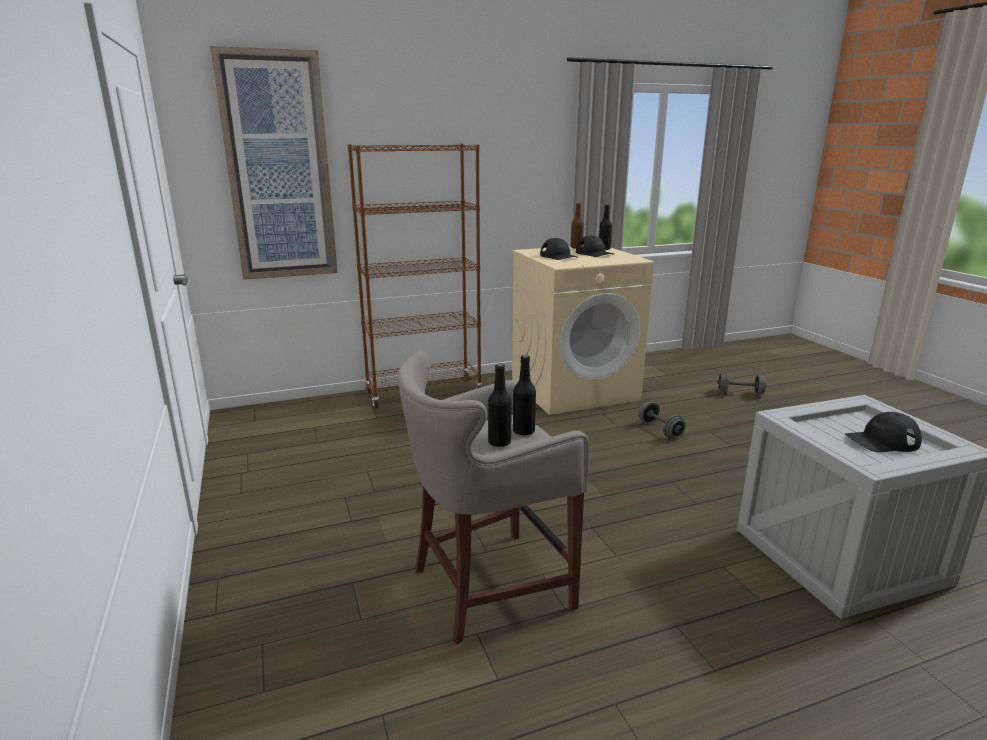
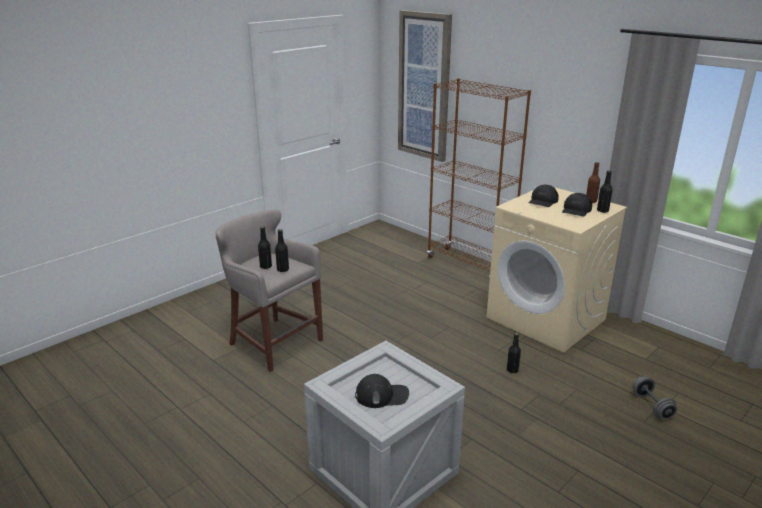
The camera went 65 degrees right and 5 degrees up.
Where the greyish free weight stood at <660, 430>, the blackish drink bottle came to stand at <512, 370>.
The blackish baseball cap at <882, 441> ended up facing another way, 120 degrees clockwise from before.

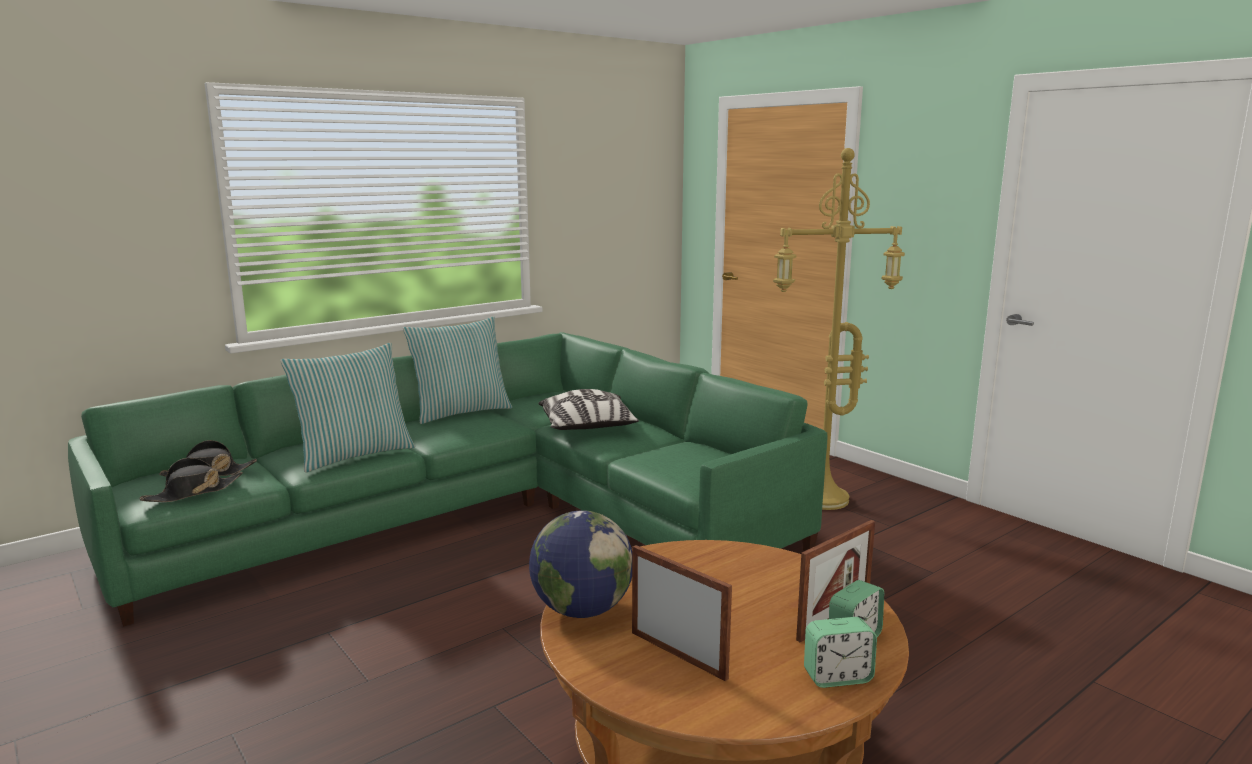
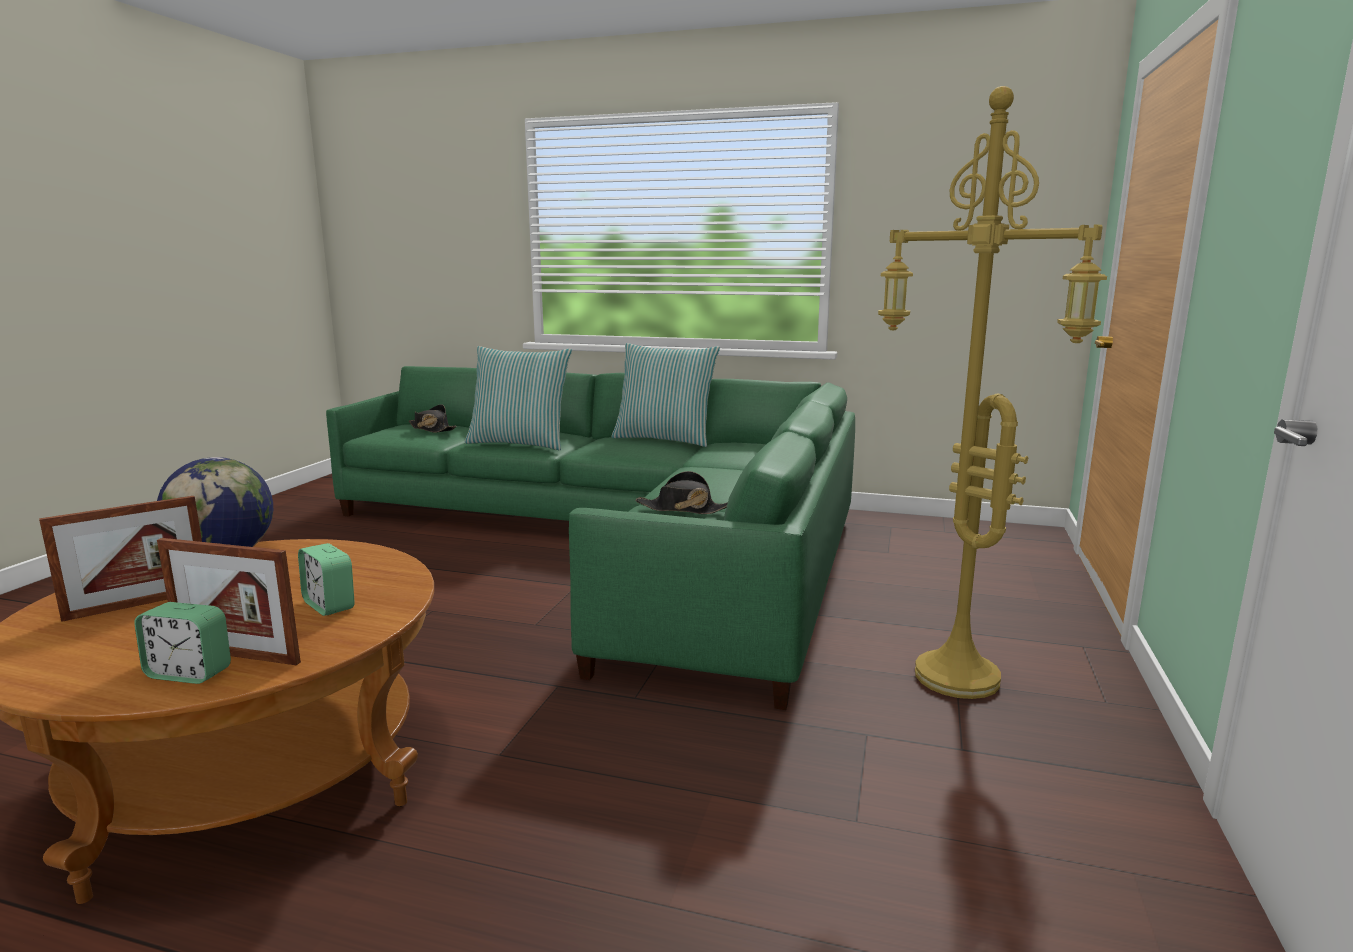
The camera went 55 degrees right and 0 degrees up.
The second view lost the cushion at <587, 427>.
The blackish wearable hat ended up elsewhere, having gone from <193, 492> to <684, 509>.
The table clock ended up elsewhere, having gone from <837, 677> to <329, 605>.
The standing frame at <678, 655> ended up facing another way, 45 degrees clockwise from before.

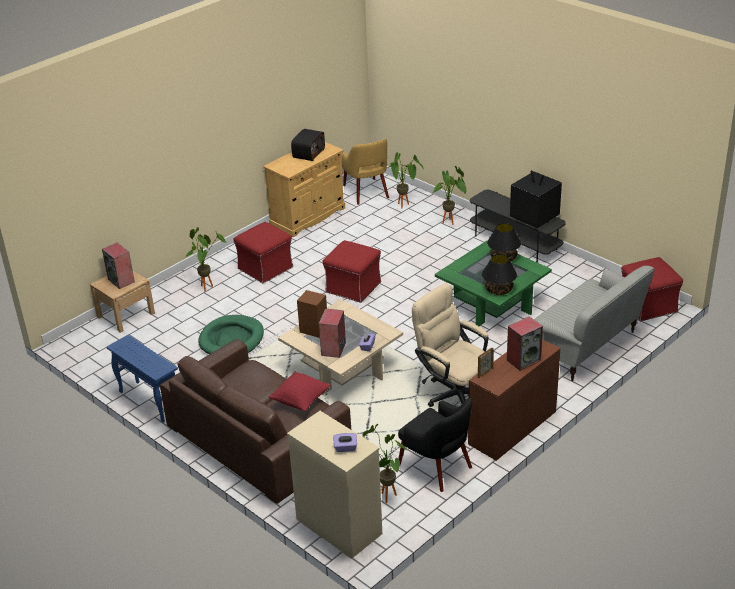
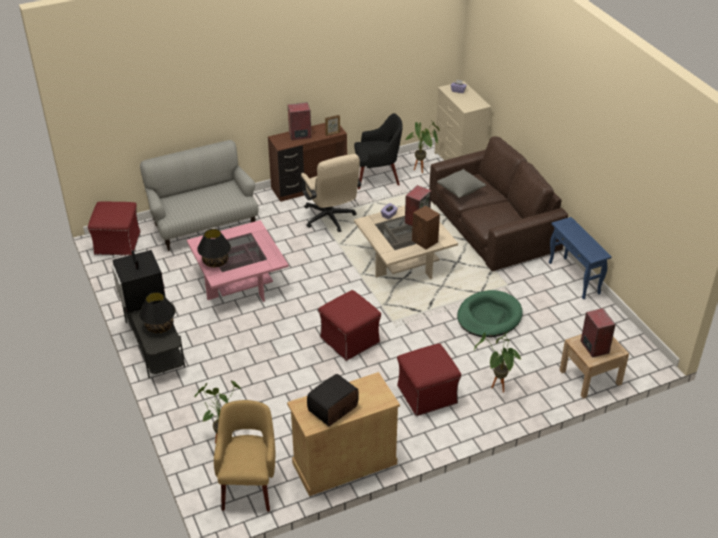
The camera went 160 degrees left and 5 degrees up.
The second view lost the plant in a pot at <451, 222>.
The blackish tabletop lamp ended up elsewhere, having gone from <498, 290> to <160, 326>.
What was the red cushion at <300, 401> turned into the greyish cushion at <460, 191>.
What was the green-coloured low table at <492, 305> turned into the pink-coloured low table at <239, 282>.
The blackish lounge chair at <436, 467> ended up facing another way, 105 degrees clockwise from before.

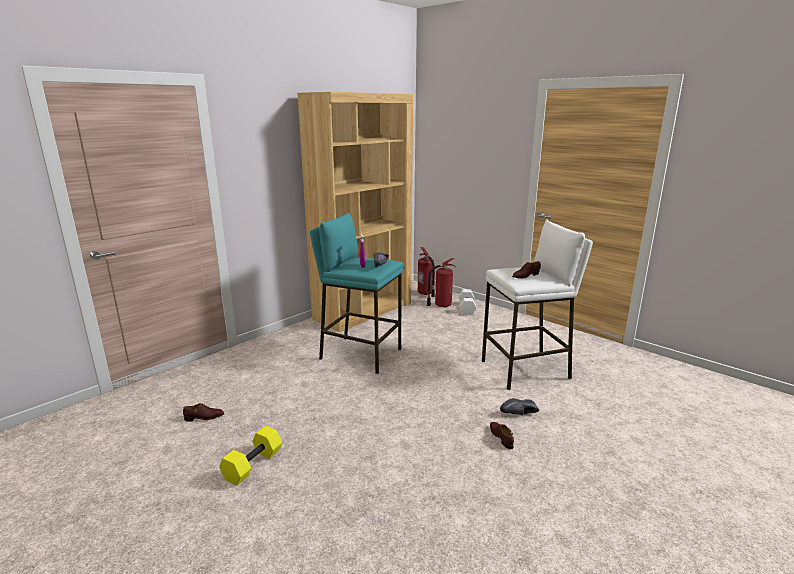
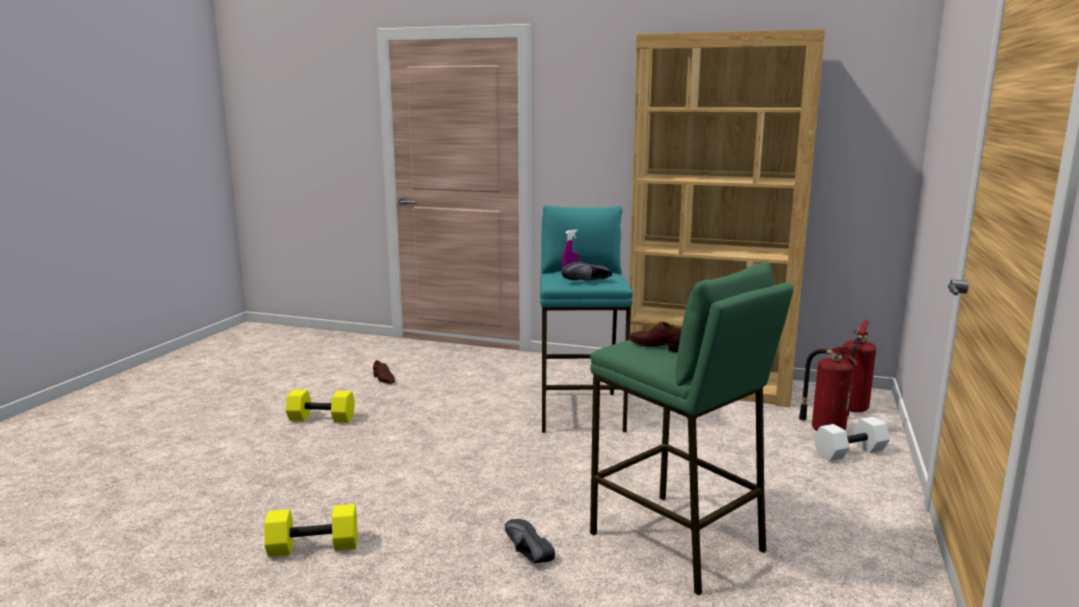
The camera went 65 degrees right and 5 degrees down.
The second view lost the brown item of footwear at <501, 437>.
The second view gained the yellow free weight at <314, 546>.
What was the whitish stool at <526, 370> turned into the green-coloured stool at <677, 542>.

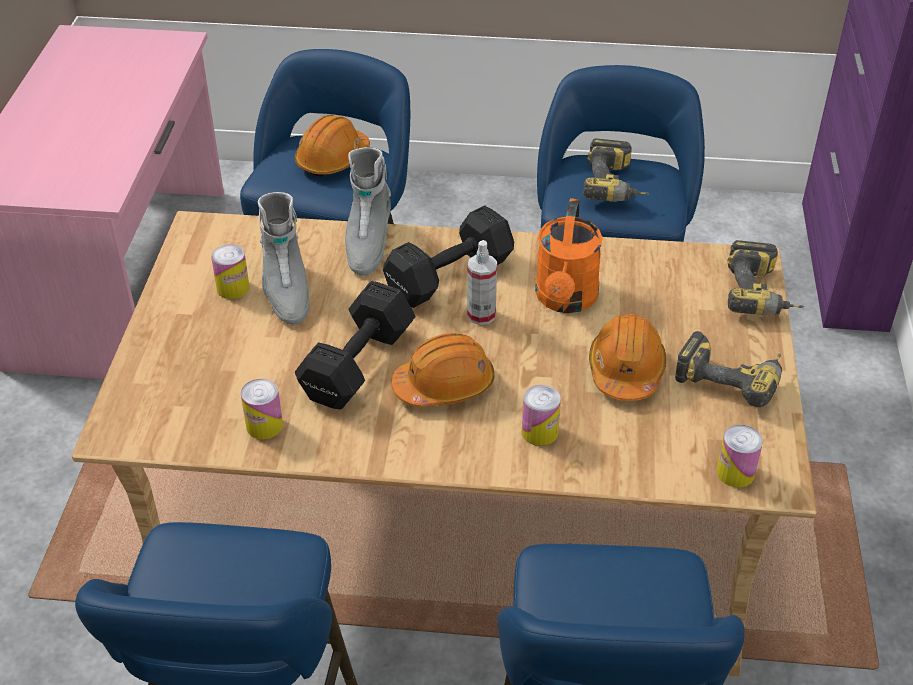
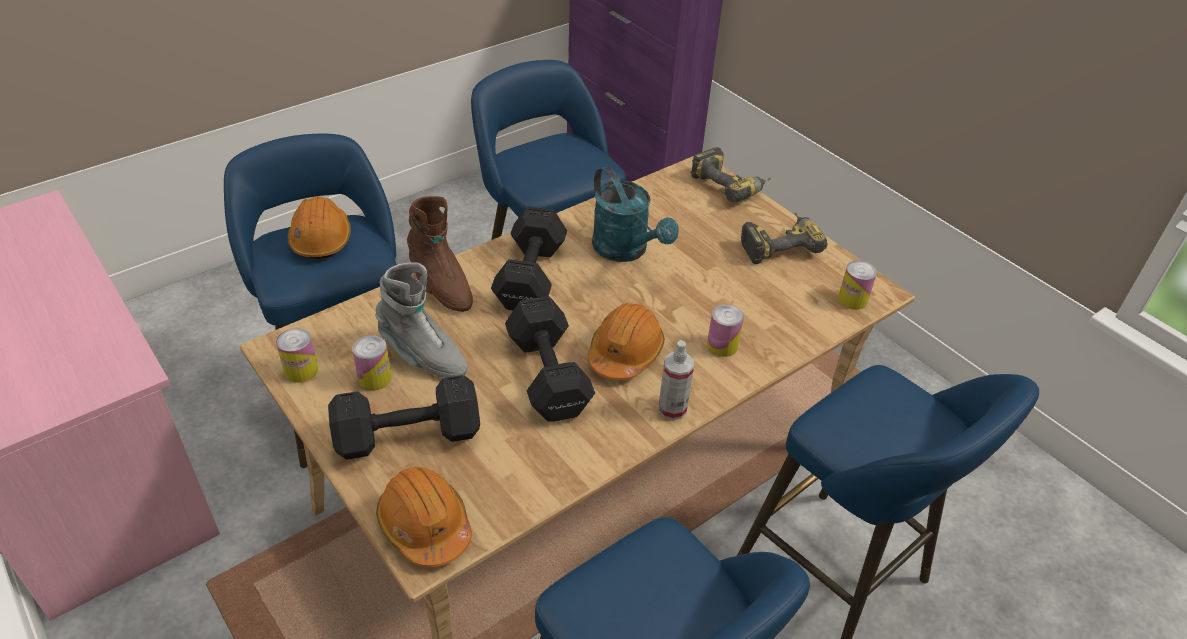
The camera went 45 degrees left and 0 degrees up.
The second view lost the power drill at <616, 186>.
The second view gained the blackish free weight at <411, 436>.
The sealed can ended up elsewhere, having gone from <264, 426> to <301, 370>.
The spray bottle ended up elsewhere, having gone from <481, 315> to <672, 409>.
The orangey work helmet ended up elsewhere, having gone from <626, 370> to <425, 525>.
What was the greyish high-top boot at <367, 244> turned into the brown high-top boot at <440, 286>.
What was the orangey watering can at <565, 300> turned into the turquoise-coloured watering can at <626, 251>.

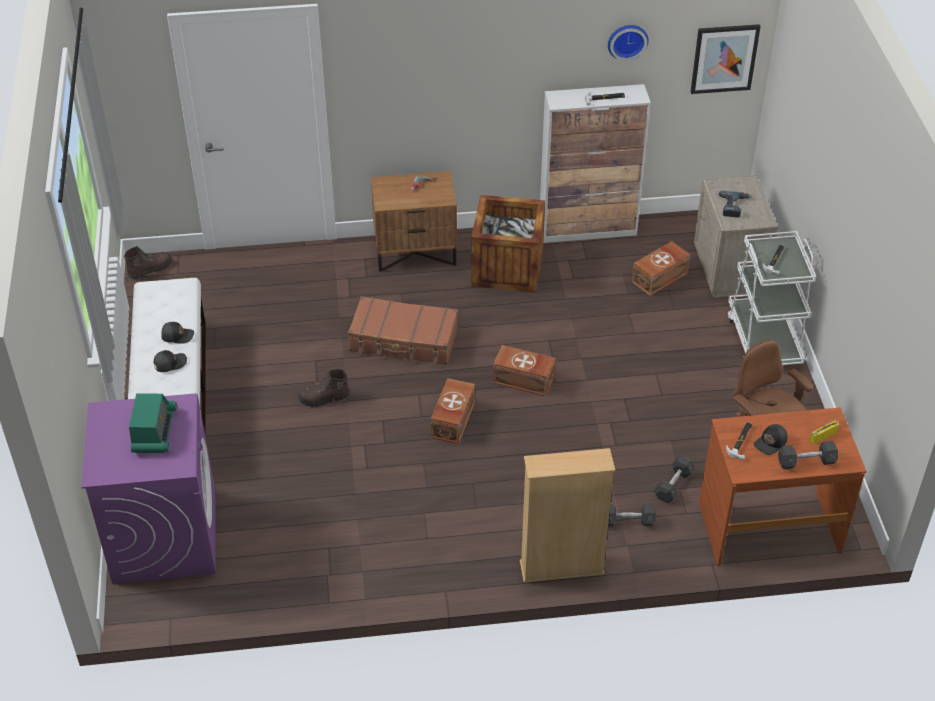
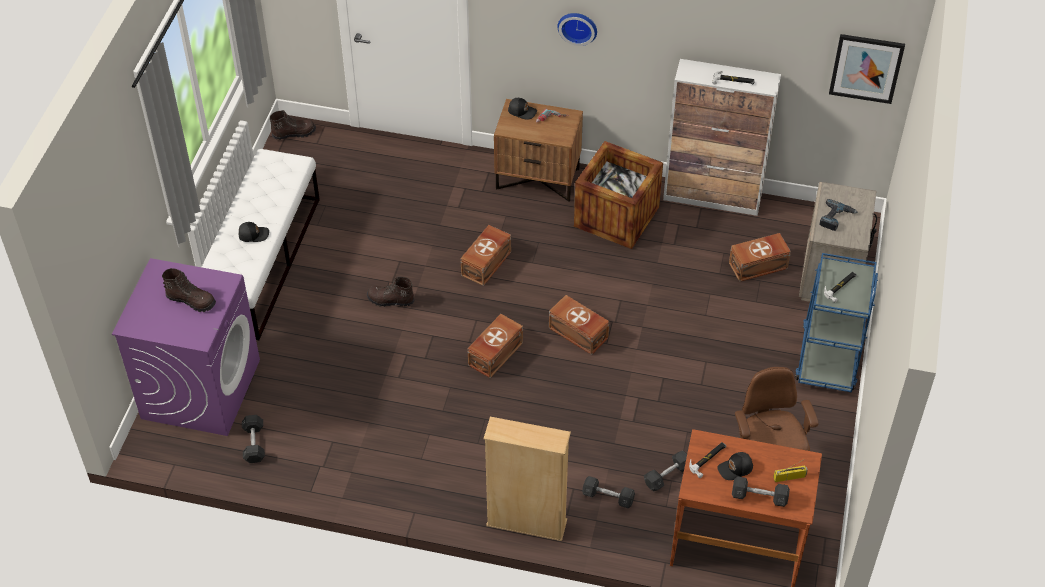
The camera went 20 degrees right and 5 degrees up.
The second view gained the greyish free weight at <254, 444>.
The blackish baseball cap ended up elsewhere, having gone from <177, 335> to <522, 111>.
The hanging clock ended up elsewhere, having gone from <627, 40> to <578, 26>.
Where the radio stood at <154, 431>, the brown high-top boot came to stand at <191, 300>.
Where the brown travel case stood at <404, 340>, the brown storage container came to stand at <487, 263>.
What was the whitish trolley at <763, 339> turned into the blue trolley at <828, 356>.

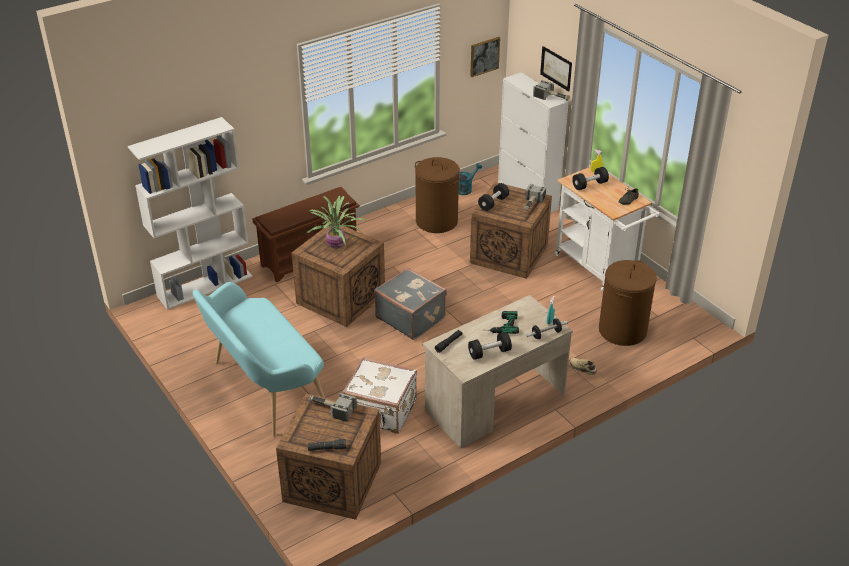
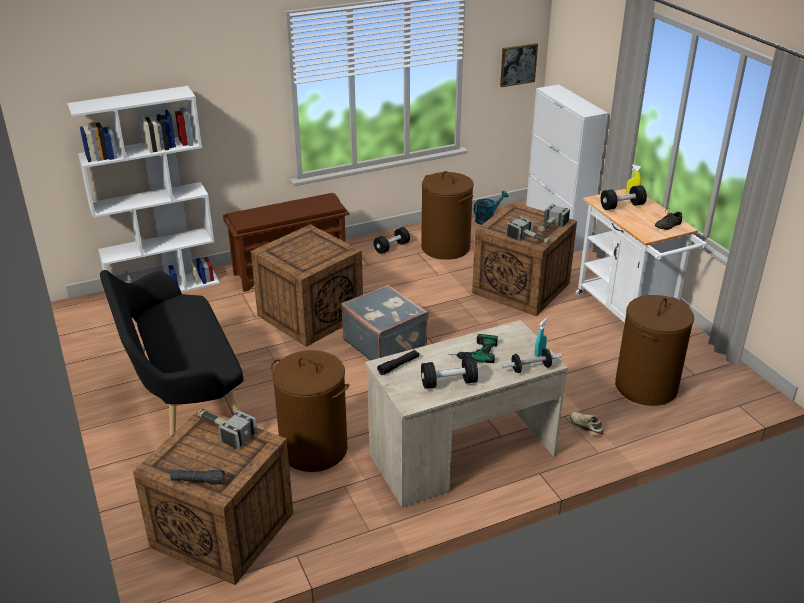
The camera went 10 degrees right and 5 degrees down.
The second view lost the plant in a pot at <335, 245>.
The second view lost the wall picture at <556, 68>.
The blackish free weight ended up elsewhere, having gone from <493, 203> to <391, 247>.
The tool hammer ended up elsewhere, having gone from <552, 98> to <529, 239>.
Where the whitish travel case stood at <381, 412>, the brown hamper came to stand at <314, 449>.
What was the turquoise-coloured bench at <264, 389> turned into the blackish bench at <183, 405>.

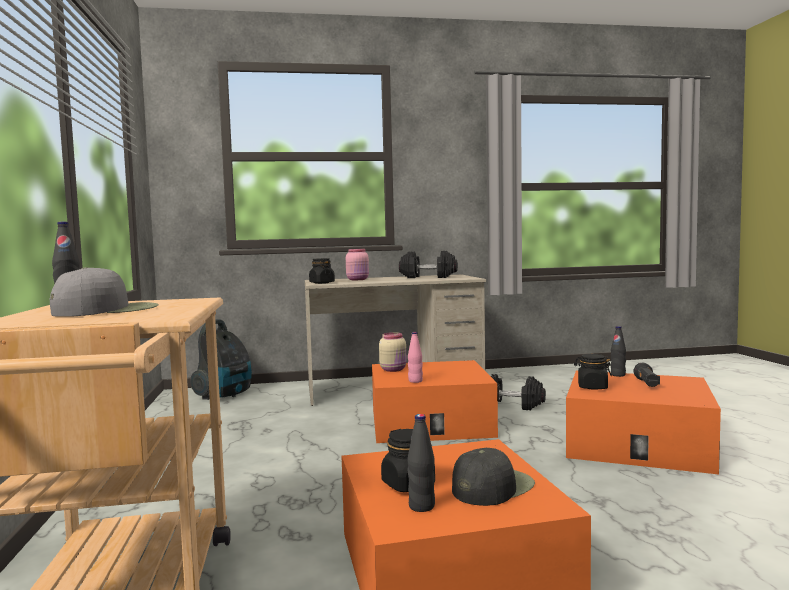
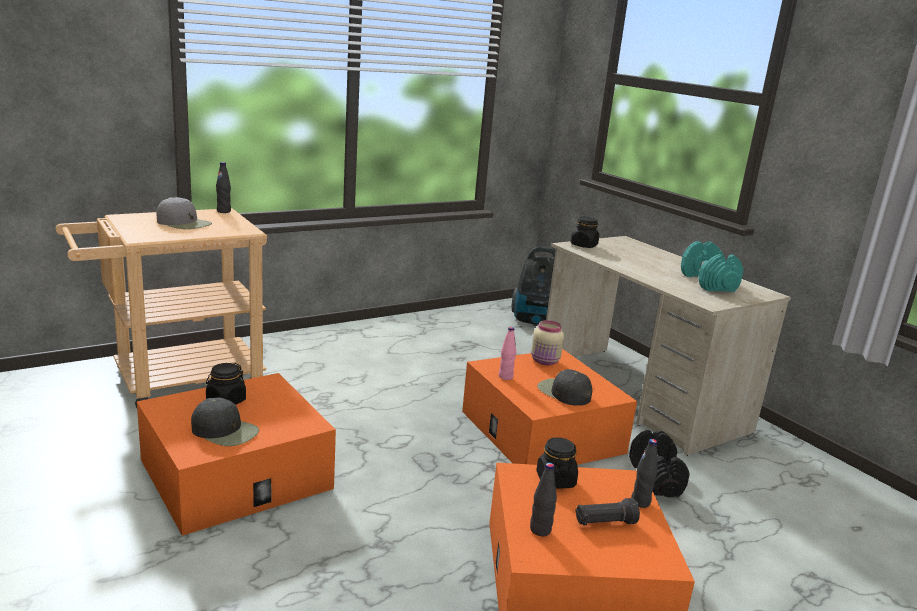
The camera went 65 degrees right and 15 degrees up.
The second view lost the pink-coloured jar at <358, 279>.
The second view gained the blackish baseball cap at <563, 392>.
The blackish drink bottle ended up elsewhere, having gone from <422, 506> to <540, 530>.
What was the blackish free weight at <428, 277> turned into the turquoise-coloured free weight at <708, 282>.

